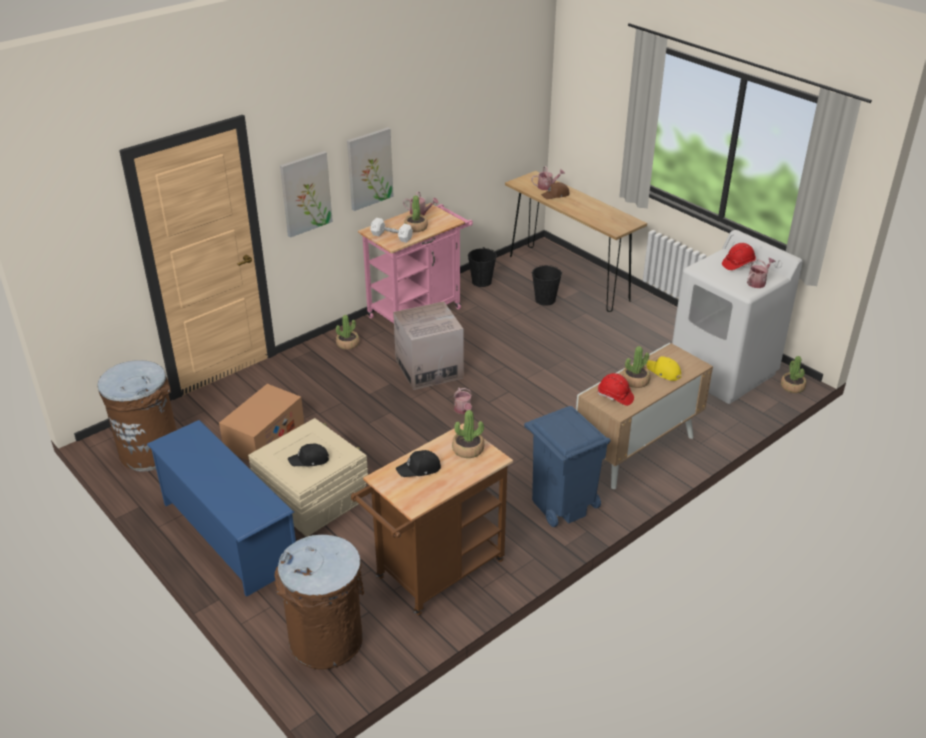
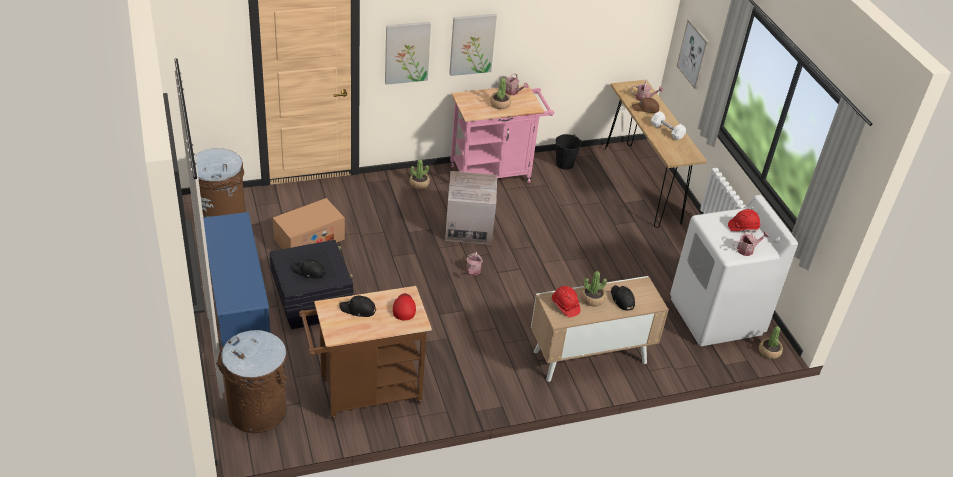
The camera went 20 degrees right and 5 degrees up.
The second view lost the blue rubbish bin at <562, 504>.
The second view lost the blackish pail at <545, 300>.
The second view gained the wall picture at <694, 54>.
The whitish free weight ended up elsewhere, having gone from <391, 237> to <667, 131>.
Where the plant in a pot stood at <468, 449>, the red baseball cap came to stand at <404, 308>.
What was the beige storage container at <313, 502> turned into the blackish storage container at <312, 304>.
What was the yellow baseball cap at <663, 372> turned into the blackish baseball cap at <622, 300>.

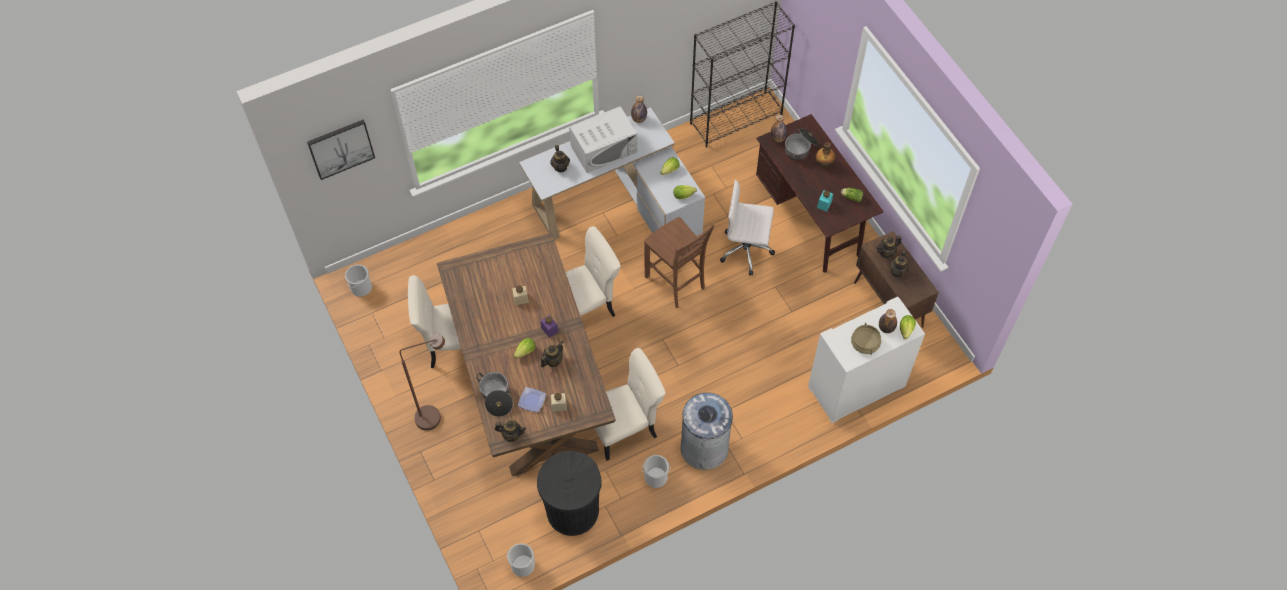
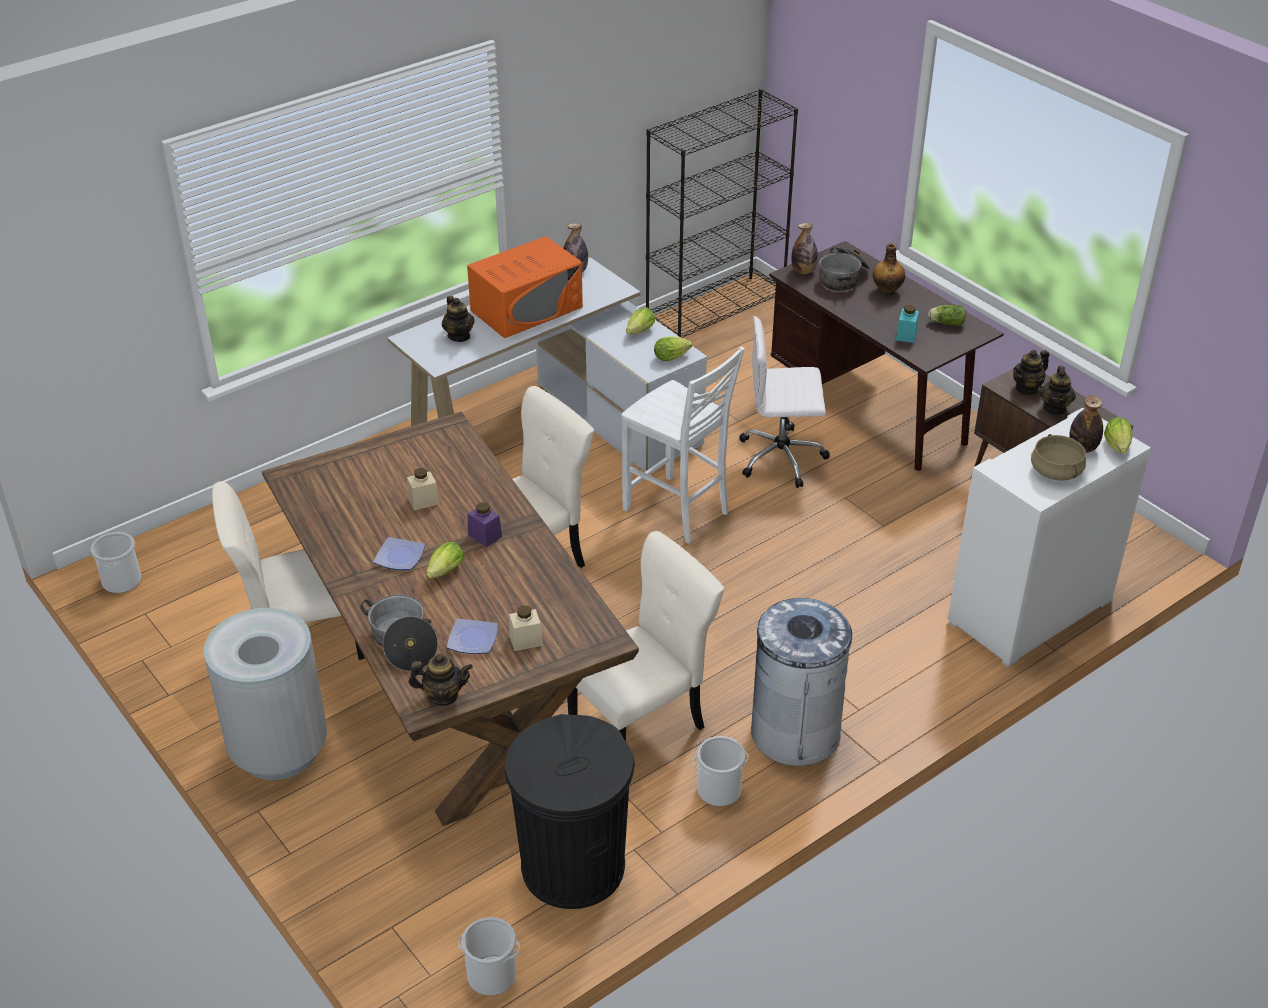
The camera went 10 degrees left and 20 degrees down.
The second view lost the wall picture at <341, 148>.
The second view lost the tea pot at <552, 361>.
The second view gained the plate at <398, 557>.
Where the brown floor lamp stood at <435, 415>, the greyish rubbish bin came to stand at <278, 749>.
What was the whitish microwave oven at <604, 149> turned into the orangey microwave oven at <527, 309>.
What was the brown chair at <676, 283> turned into the whitish chair at <678, 512>.

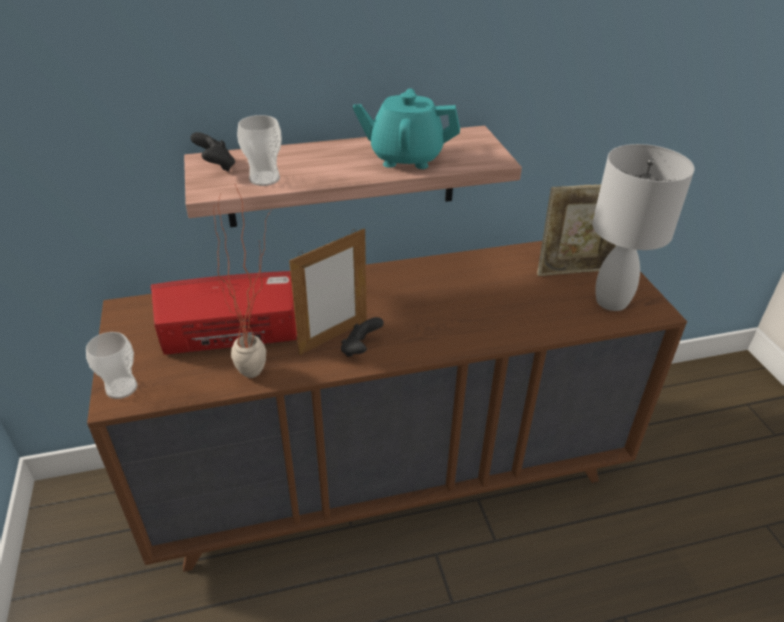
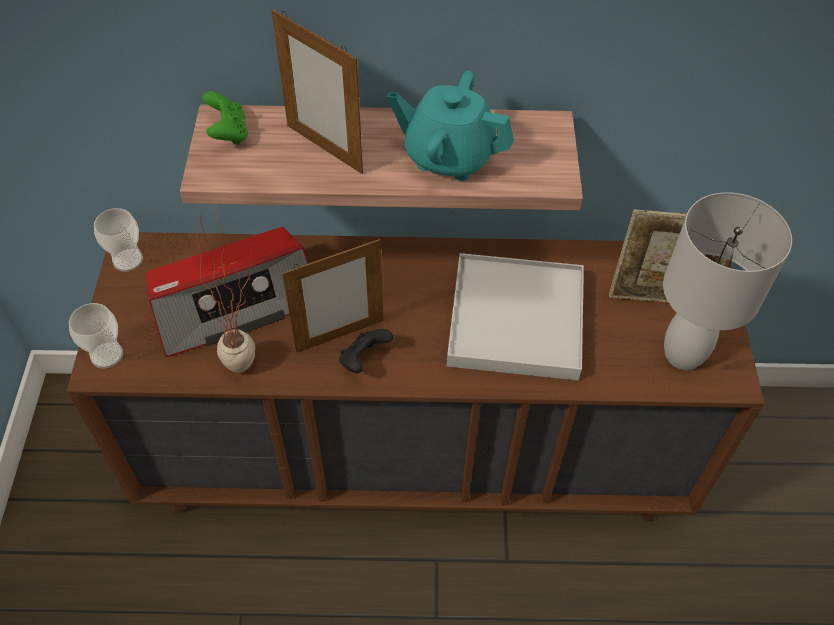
The camera went 15 degrees right and 15 degrees up.
The second view gained the standing frame at <324, 148>.
The second view gained the whitish tray at <516, 320>.
The small cup ended up elsewhere, having gone from <264, 179> to <128, 260>.
What was the blackish joypad at <216, 166> turned into the green-coloured joypad at <228, 134>.
The radio at <231, 330> ended up facing another way, 150 degrees clockwise from before.

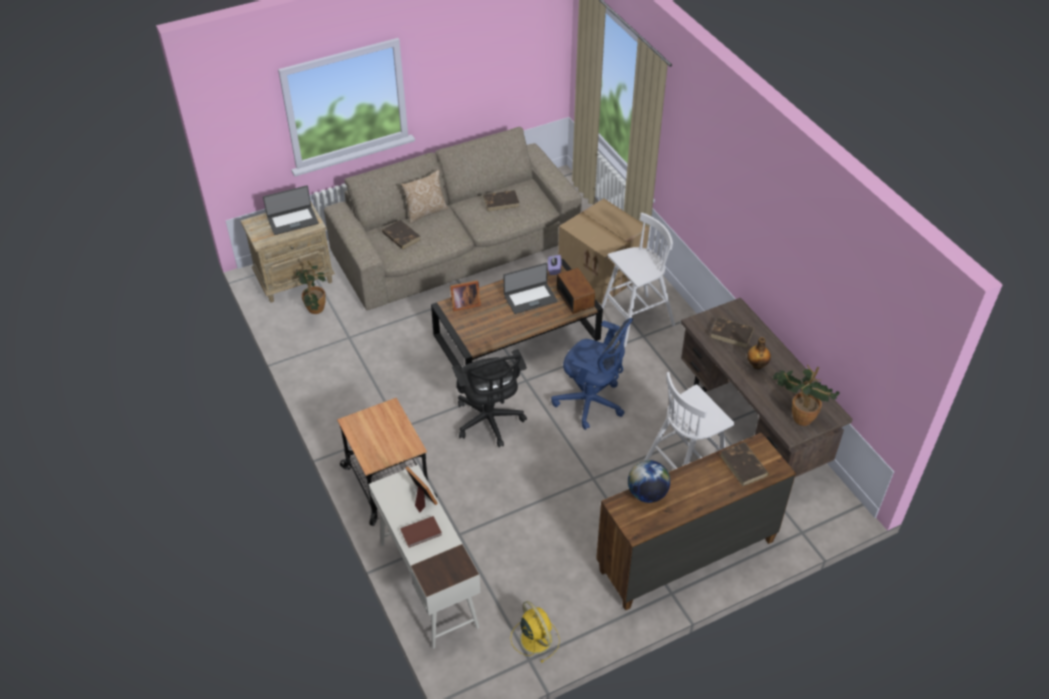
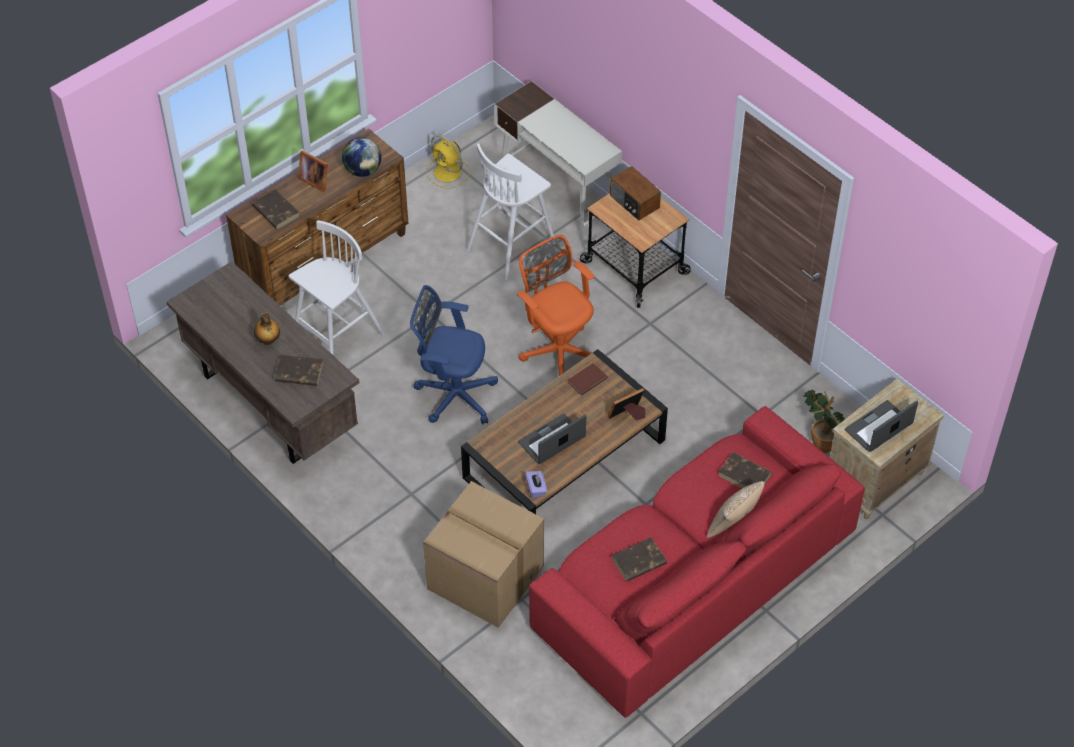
The camera went 165 degrees right and 5 degrees up.
The second view lost the plant in a pot at <798, 415>.
The brown volume ended up elsewhere, having gone from <422, 533> to <586, 380>.
The standing frame ended up elsewhere, having gone from <421, 498> to <315, 180>.
The radio ended up elsewhere, having gone from <575, 298> to <634, 202>.
The whitish stool ended up elsewhere, having gone from <634, 321> to <512, 246>.
What was the beige couch at <457, 248> turned into the red couch at <692, 577>.
What was the blackish desk chair at <490, 421> turned into the orangey desk chair at <557, 350>.

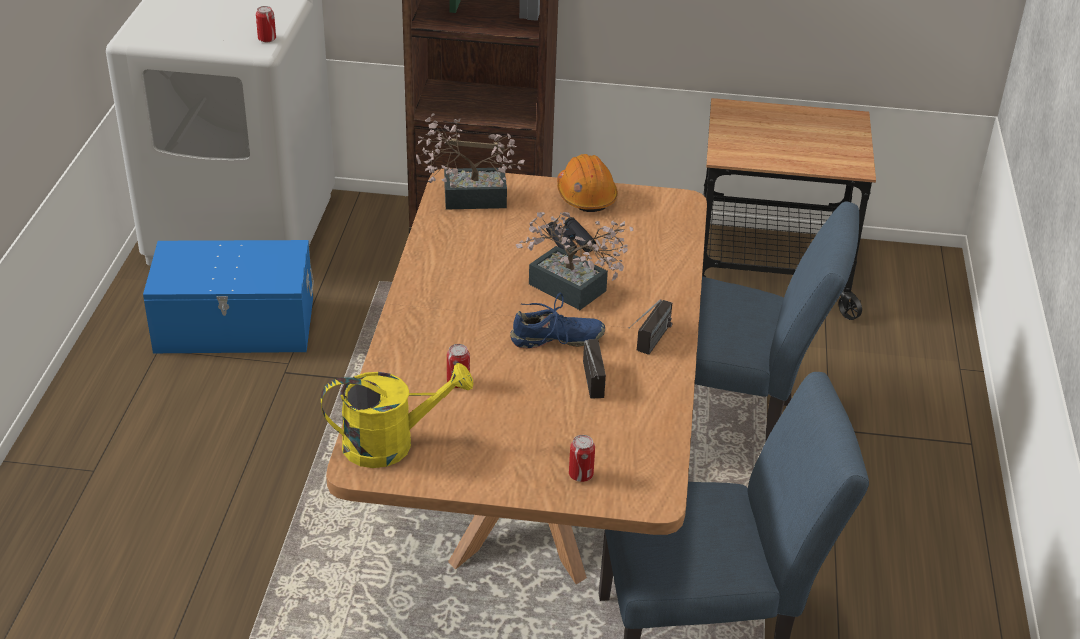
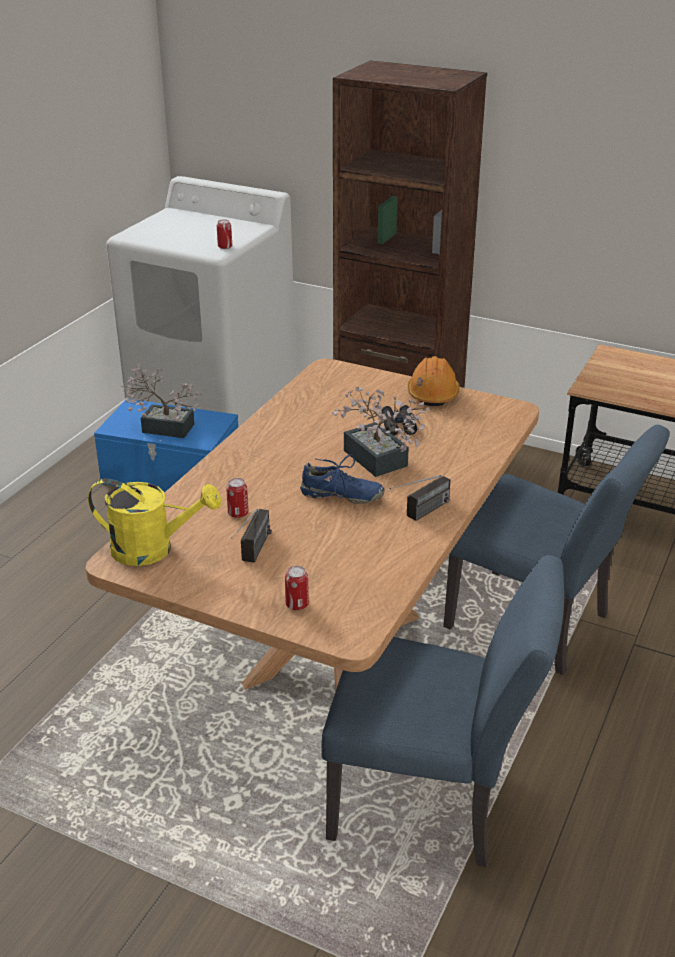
The camera went 20 degrees right and 5 degrees down.
The plant in a pot ended up elsewhere, having gone from <466, 197> to <162, 427>.
The radio ended up elsewhere, having gone from <597, 389> to <253, 555>.

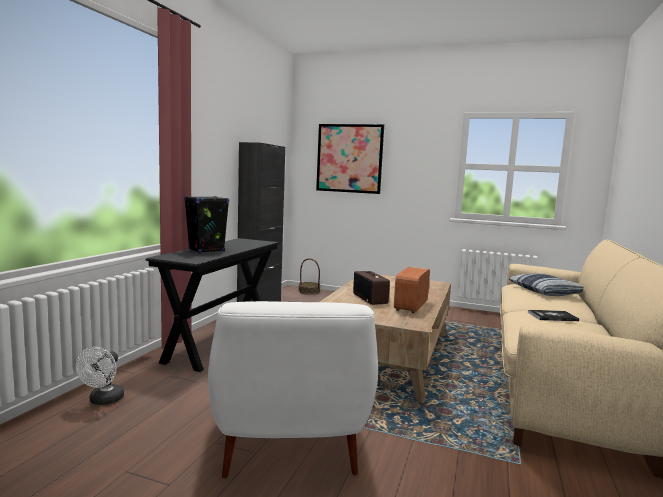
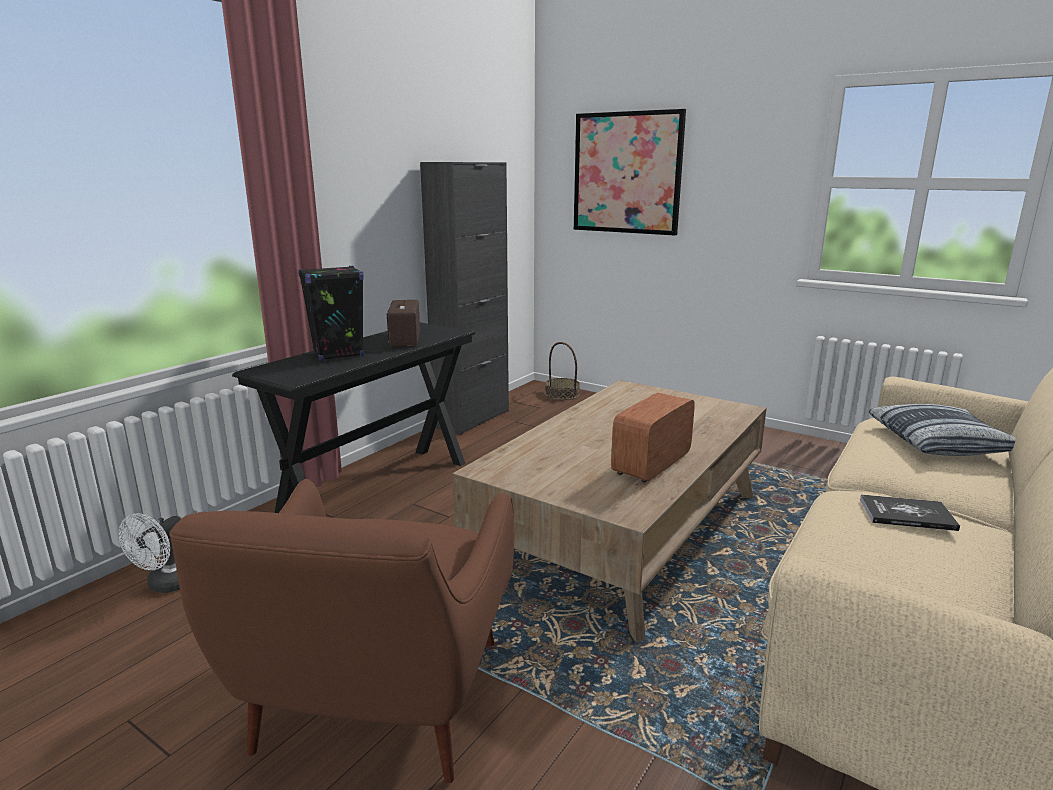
The camera went 15 degrees right and 10 degrees up.
The radio ended up elsewhere, having gone from <370, 298> to <406, 339>.
What was the whitish lounge chair at <289, 445> turned into the brown lounge chair at <377, 705>.

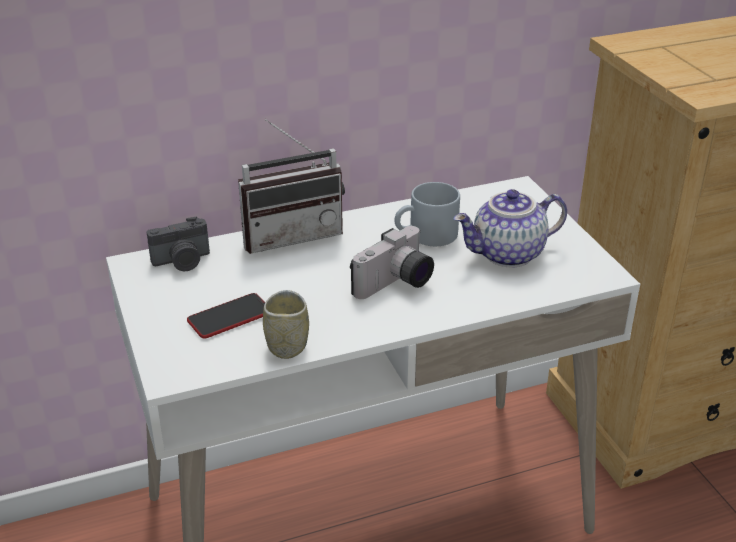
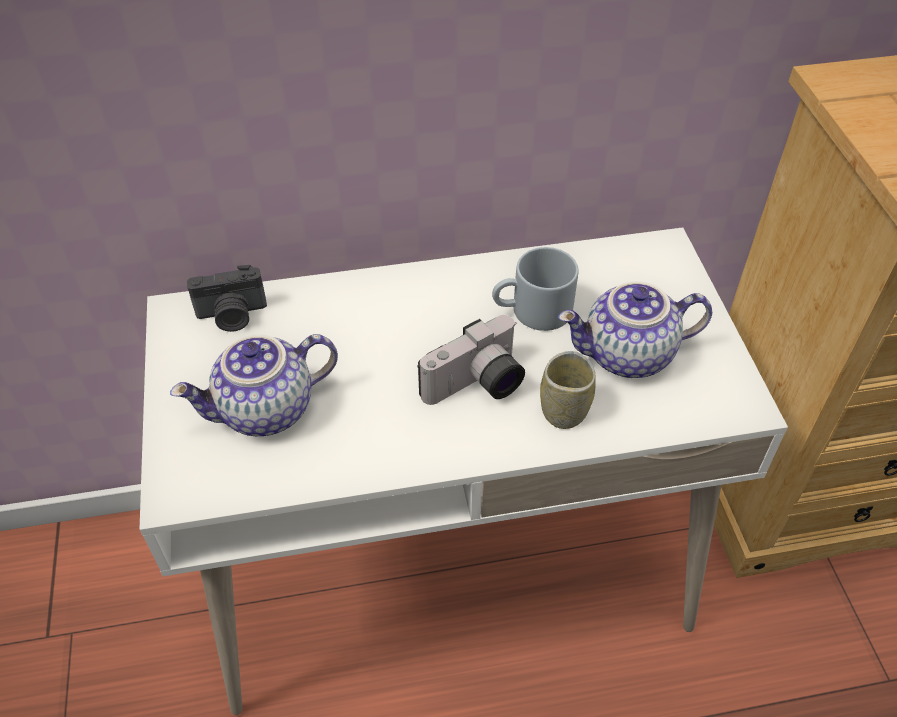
The camera went 10 degrees right and 15 degrees up.
The second view lost the radio at <291, 234>.
The small cup ended up elsewhere, having gone from <287, 346> to <564, 411>.
Where the handset stood at <230, 317>, the tea pot came to stand at <266, 411>.

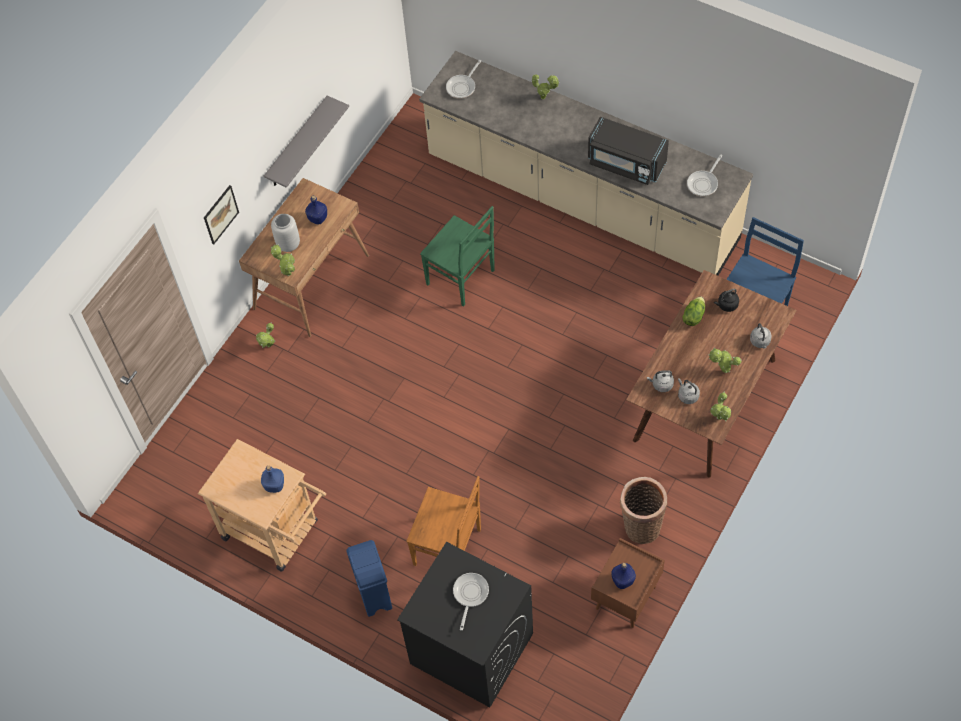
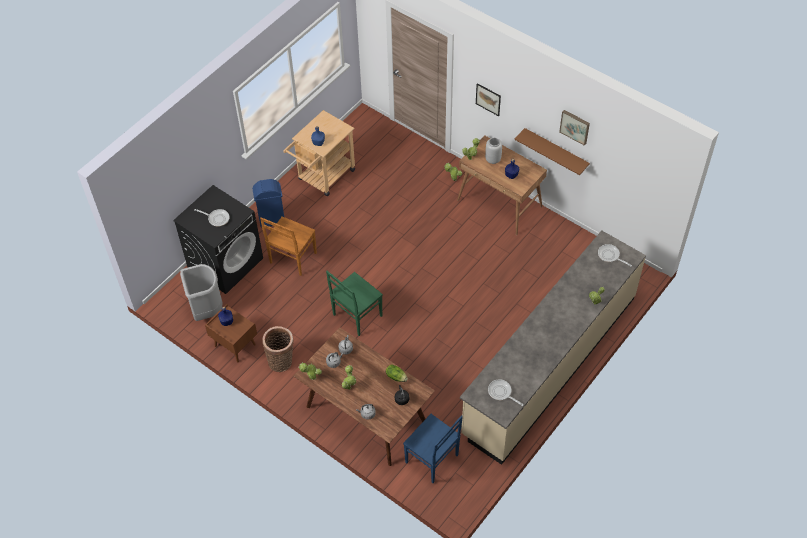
The camera went 95 degrees right and 5 degrees down.
The second view lost the blackish microwave oven at <626, 163>.
The second view gained the greyish rubbish bin at <206, 310>.
The second view gained the wall picture at <575, 126>.
The green-coloured chair ended up elsewhere, having gone from <462, 278> to <356, 316>.
What was the greyish bracket shelf at <297, 144> turned into the brown bracket shelf at <556, 151>.

